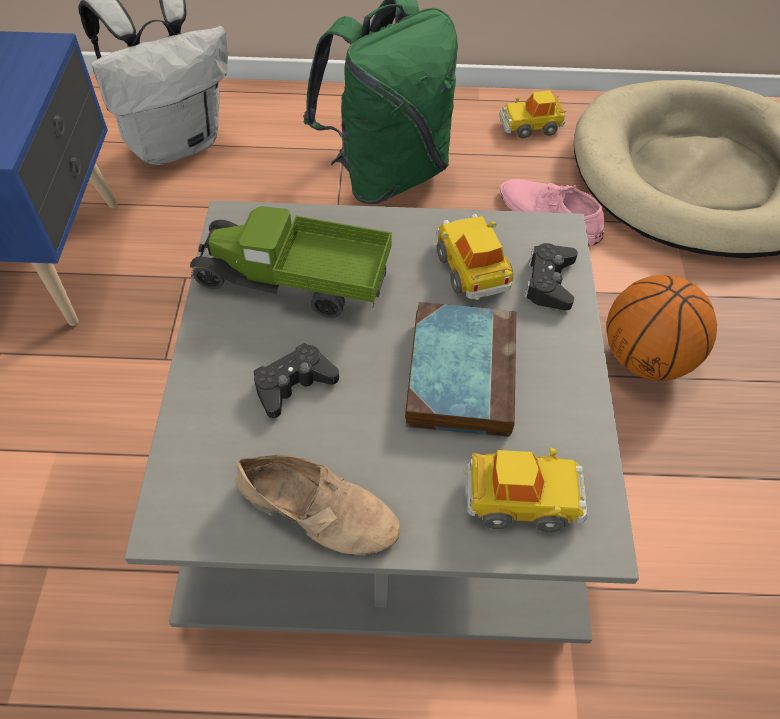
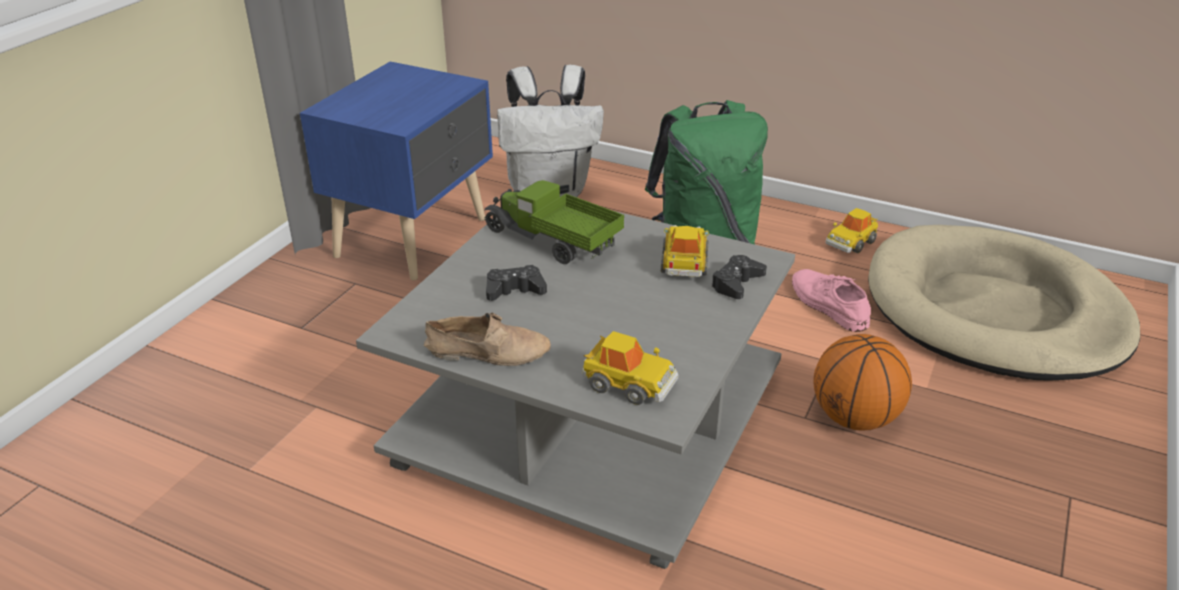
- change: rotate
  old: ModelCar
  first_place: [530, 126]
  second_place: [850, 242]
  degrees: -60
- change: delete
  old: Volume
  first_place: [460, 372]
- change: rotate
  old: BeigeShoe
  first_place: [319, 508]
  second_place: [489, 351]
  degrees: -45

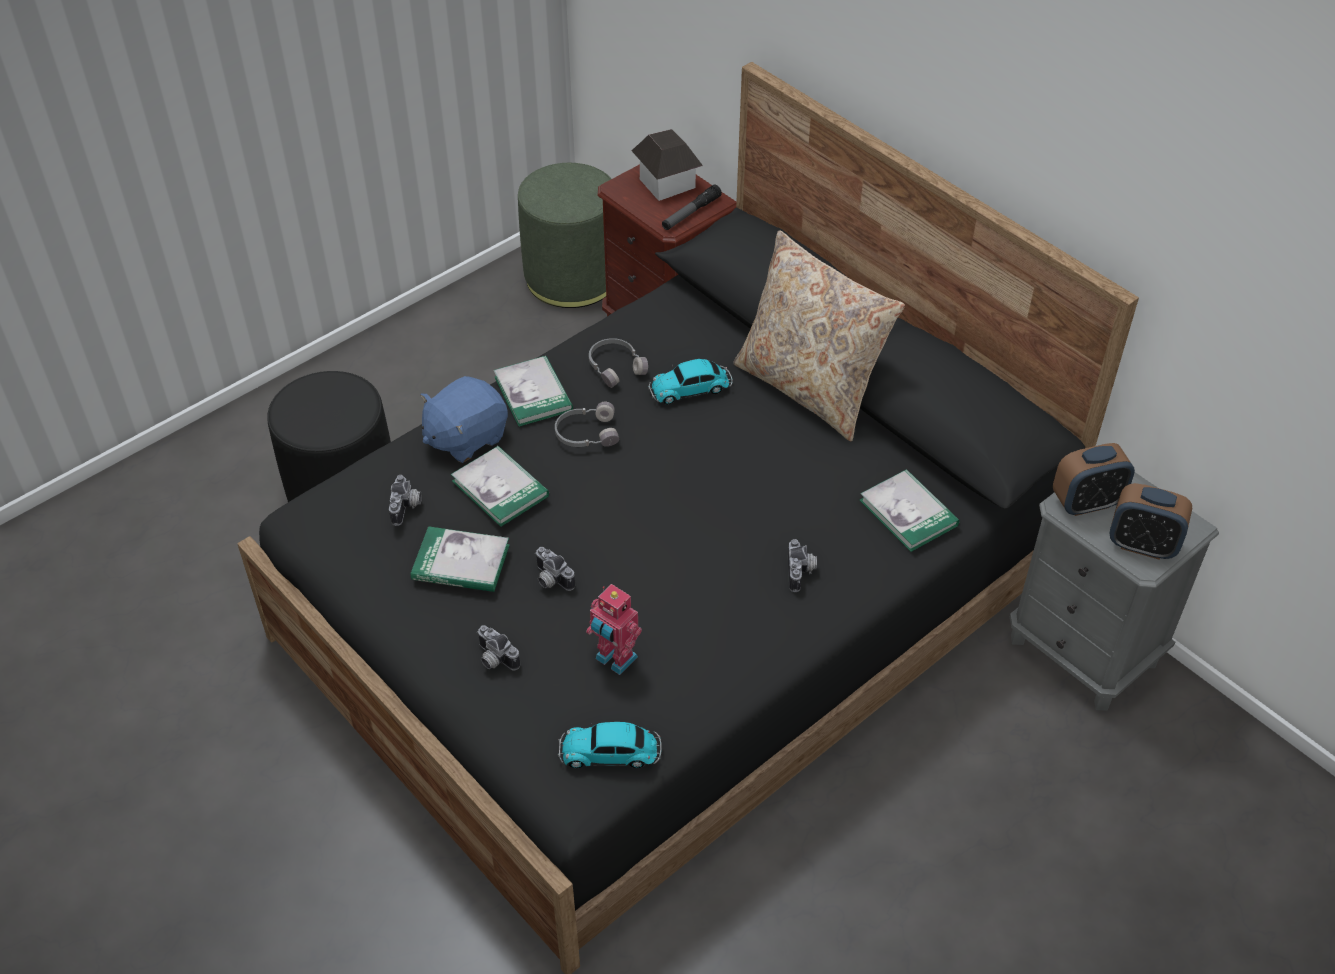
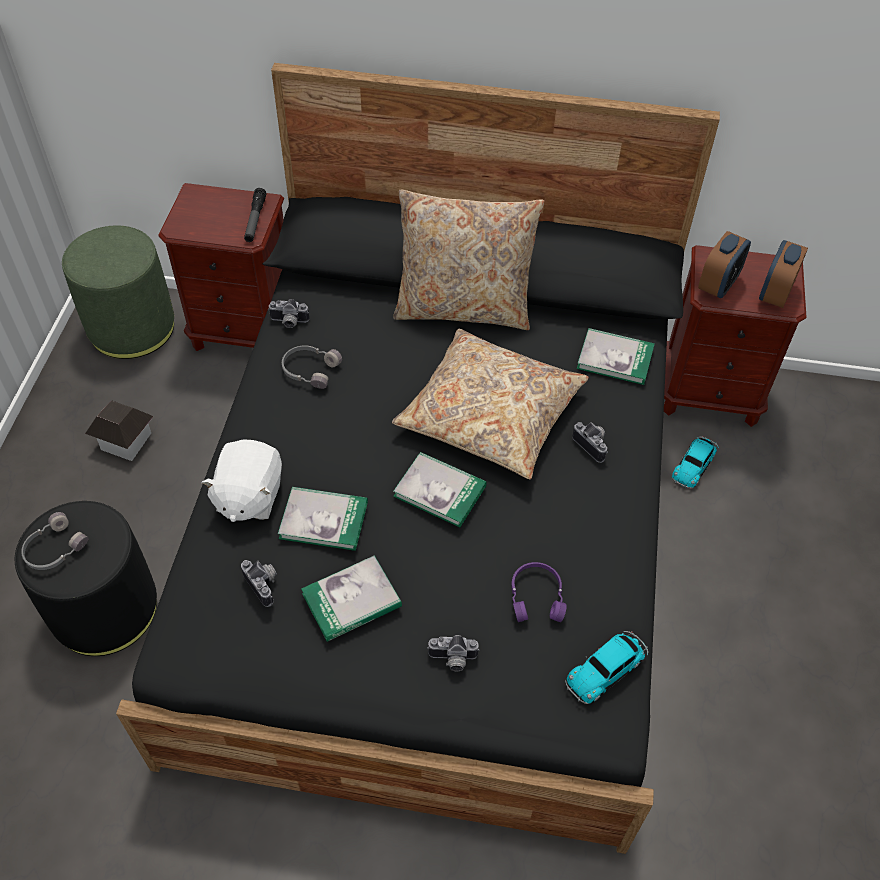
- change: move
  old: MiniatureHouse
  first_place: [667, 183]
  second_place: [126, 441]
- change: move
  old: Volume
  first_place: [533, 393]
  second_place: [440, 491]
- change: move
  old: ModelCar
  first_place: [691, 388]
  second_place: [694, 464]
- change: recolor
  old: BlueSoftToy
  new: WhiteSoftToy
  first_place: [465, 437]
  second_place: [248, 496]
- change: move
  old: GreyishPairOfHeadphones
  first_place: [586, 433]
  second_place: [54, 548]
- change: recolor
  old: GreyishNightTable
  new: BrownColouredNightTable
  first_place: [1083, 651]
  second_place: [710, 393]
- change: rotate
  old: TableClock
  first_place: [1142, 545]
  second_place: [775, 294]
  degrees: 135
- change: move
  old: PhotoCamera
  first_place: [550, 580]
  second_place: [289, 322]
- change: replace
  old: ToyRobot
  new: PurplePairOfHeadphones
  first_place: [614, 659]
  second_place: [537, 596]
- change: insert
  new: BeigeCushion
  second_place: [490, 414]

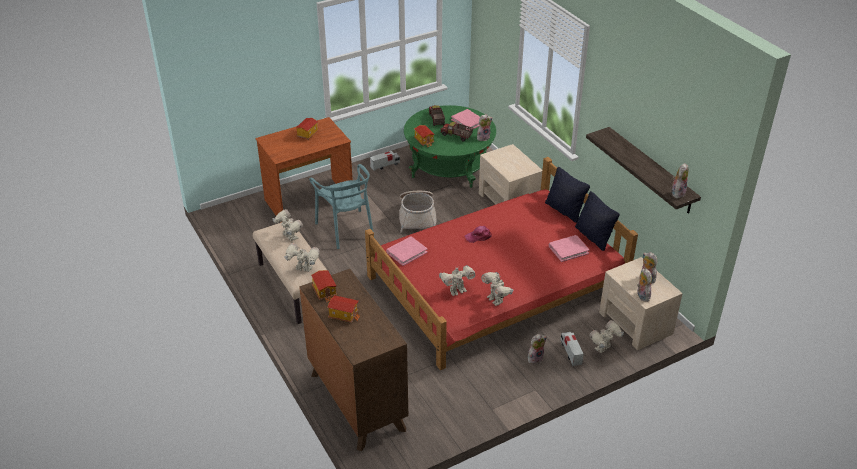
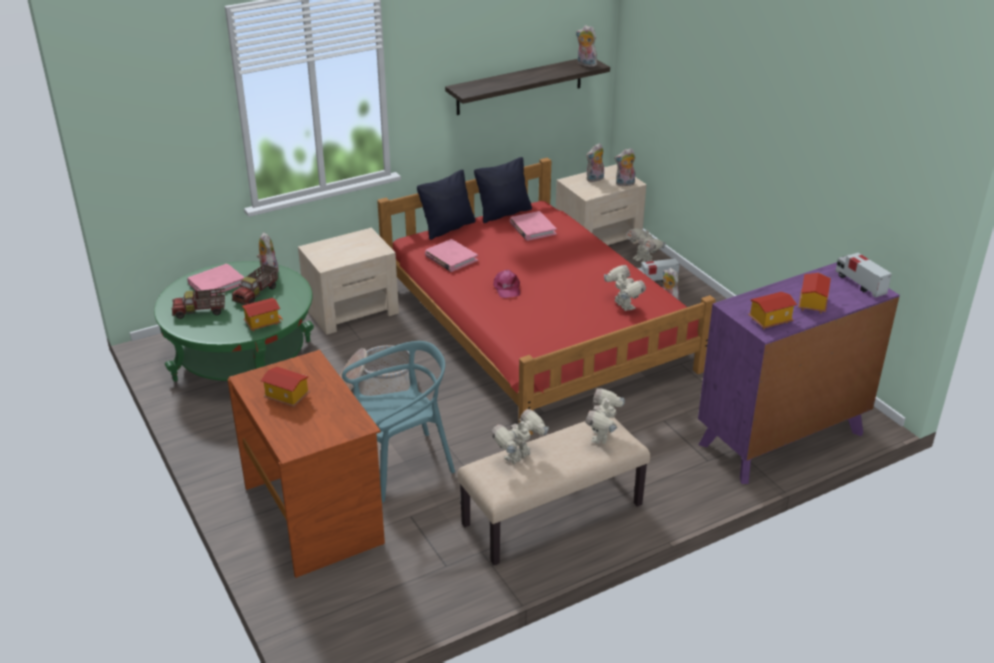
- change: move
  old: ModelTruck
  first_place: [385, 165]
  second_place: [860, 284]
- change: move
  old: PinkishVolume
  first_place: [406, 252]
  second_place: [451, 258]
- change: recolor
  old: BrownColouredDresser
  new: PurpleDresser
  first_place: [357, 401]
  second_place: [781, 439]
- change: delete
  old: ToyRobot
  first_place: [496, 300]

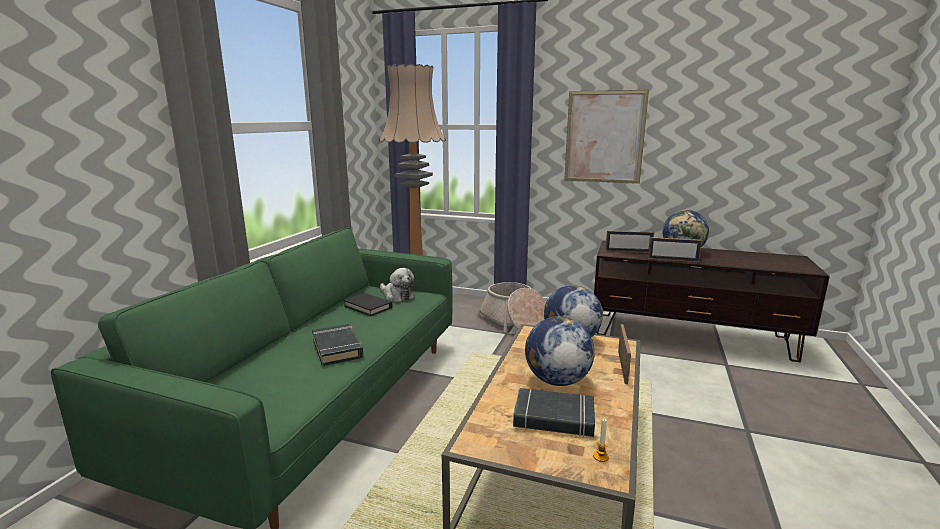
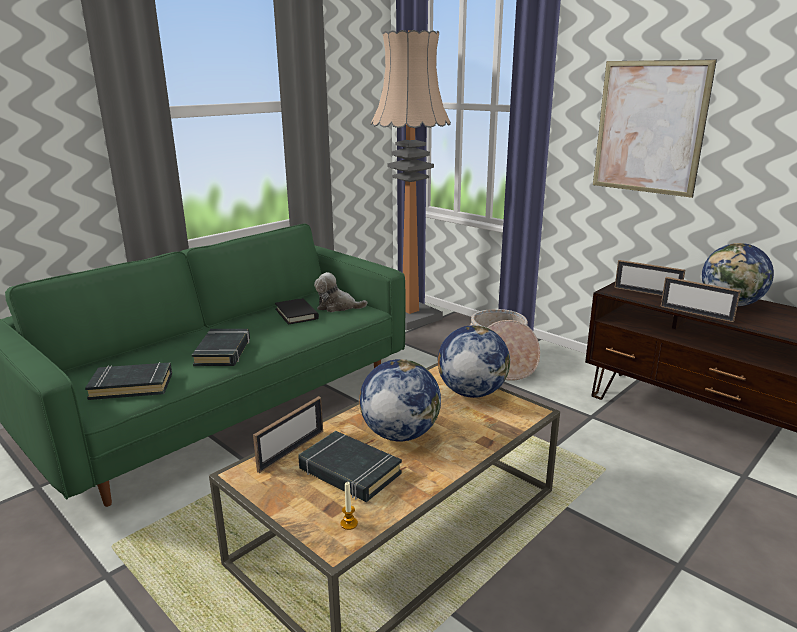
- change: rotate
  old: SoftToy
  first_place: [397, 296]
  second_place: [337, 307]
  degrees: 120
- change: move
  old: StandingFrame
  first_place: [622, 366]
  second_place: [291, 450]
- change: insert
  new: BlackColouredVolume
  second_place: [132, 386]

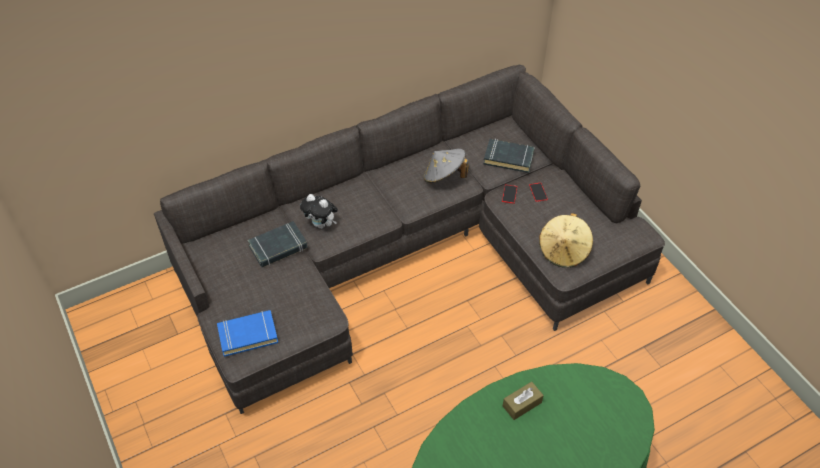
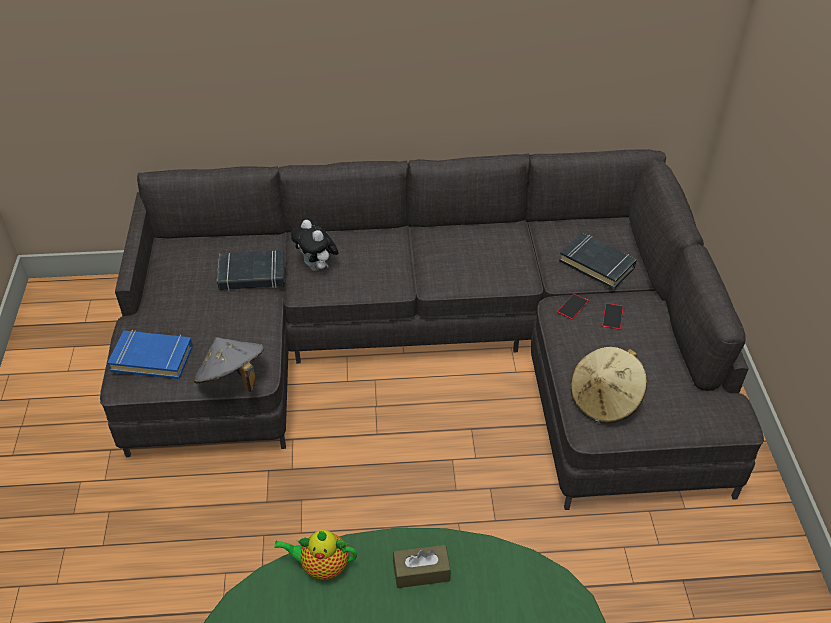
- change: move
  old: GreyishHat
  first_place: [444, 176]
  second_place: [232, 379]
- change: insert
  new: PotForTea
  second_place: [322, 566]

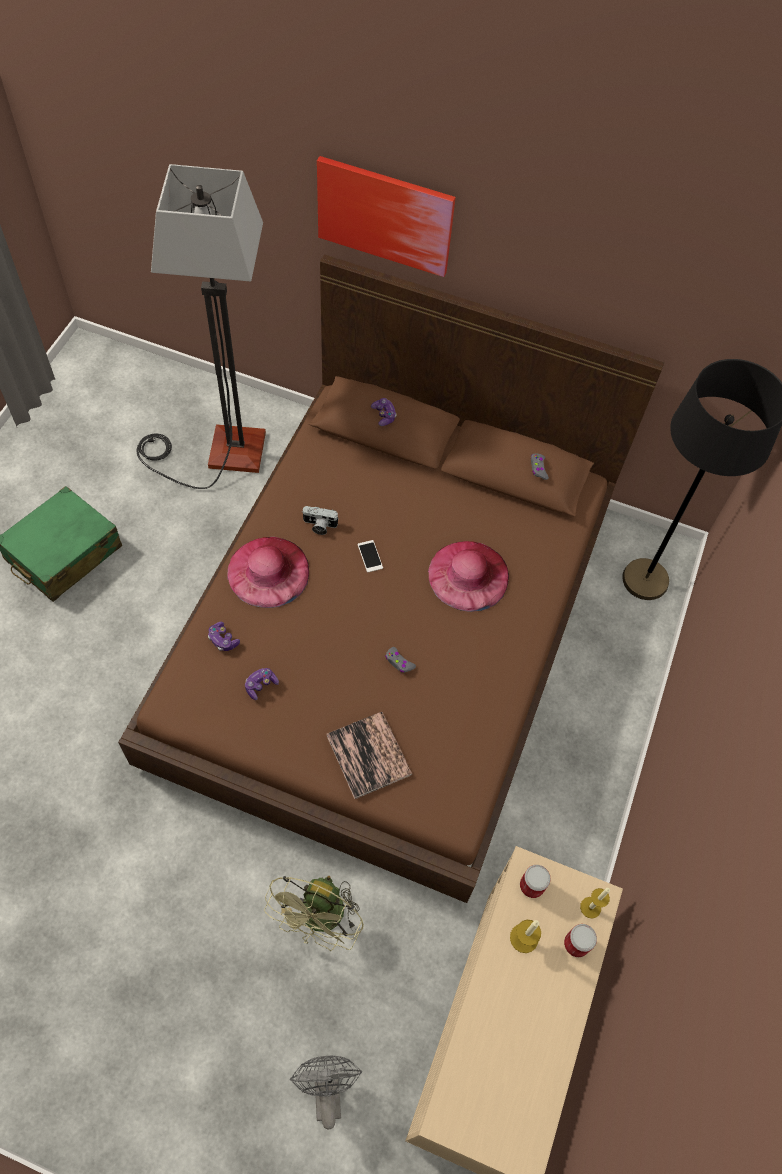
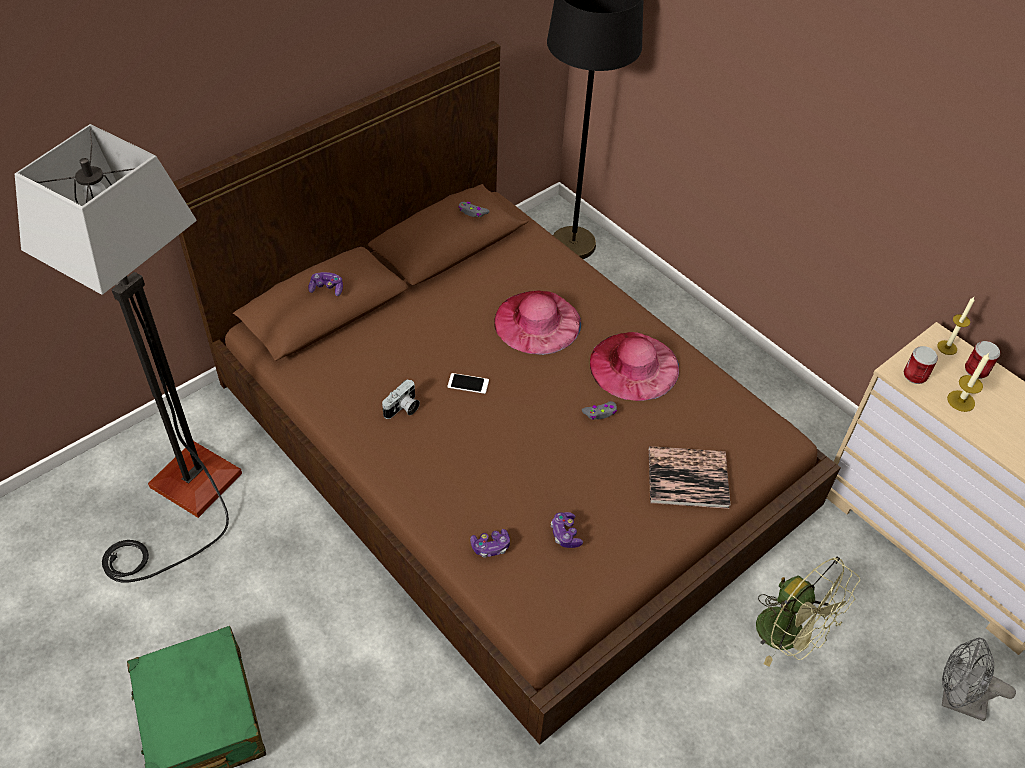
- change: delete
  old: WallPicture
  first_place: [385, 215]
- change: move
  old: PinkishHat
  first_place: [268, 571]
  second_place: [634, 366]

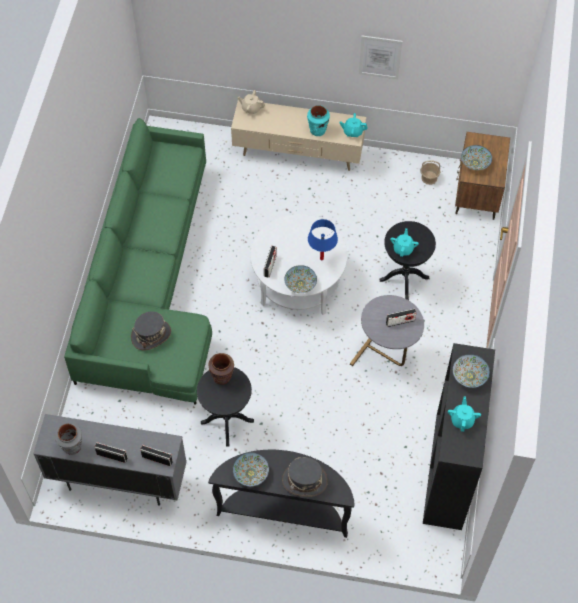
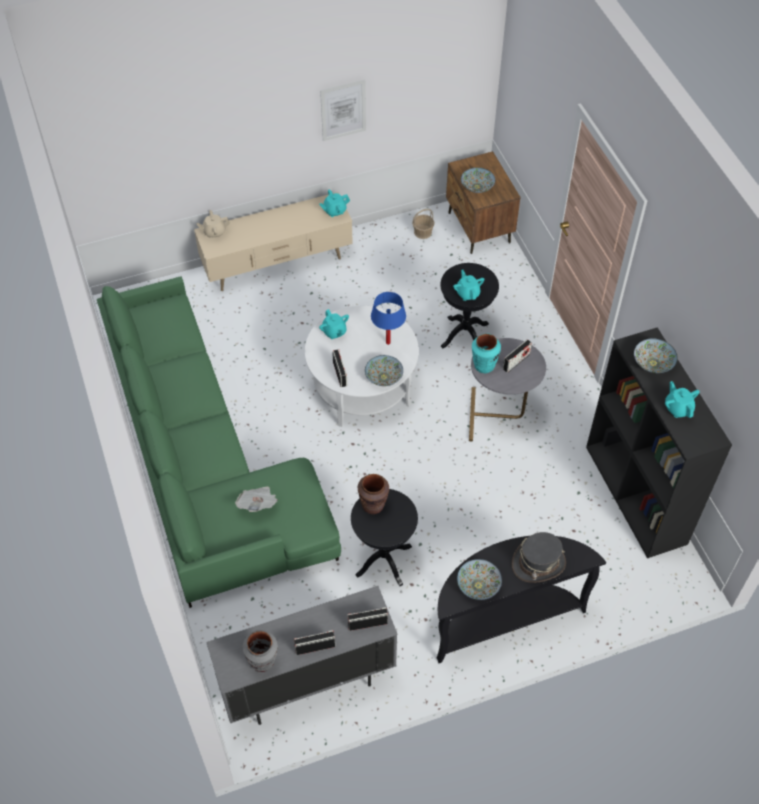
- change: move
  old: TurquoiseFlowerVase
  first_place: [318, 130]
  second_place: [484, 365]
- change: replace
  old: GreyishHat
  new: PrintedPaper
  first_place: [151, 335]
  second_place: [258, 504]
- change: insert
  new: TurquoisePotForTea
  second_place: [334, 332]

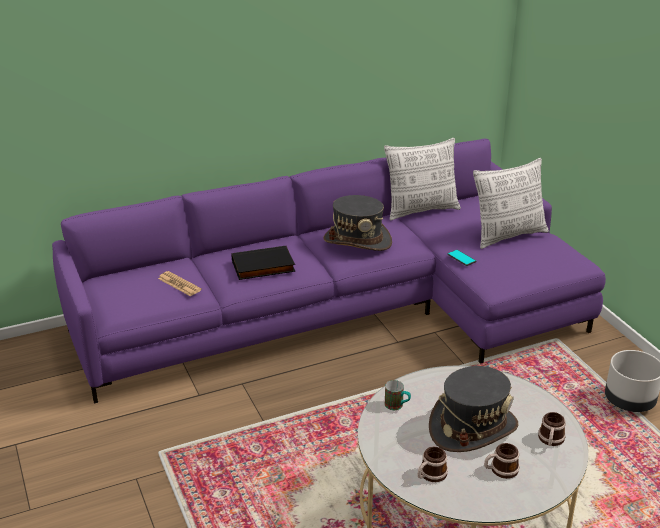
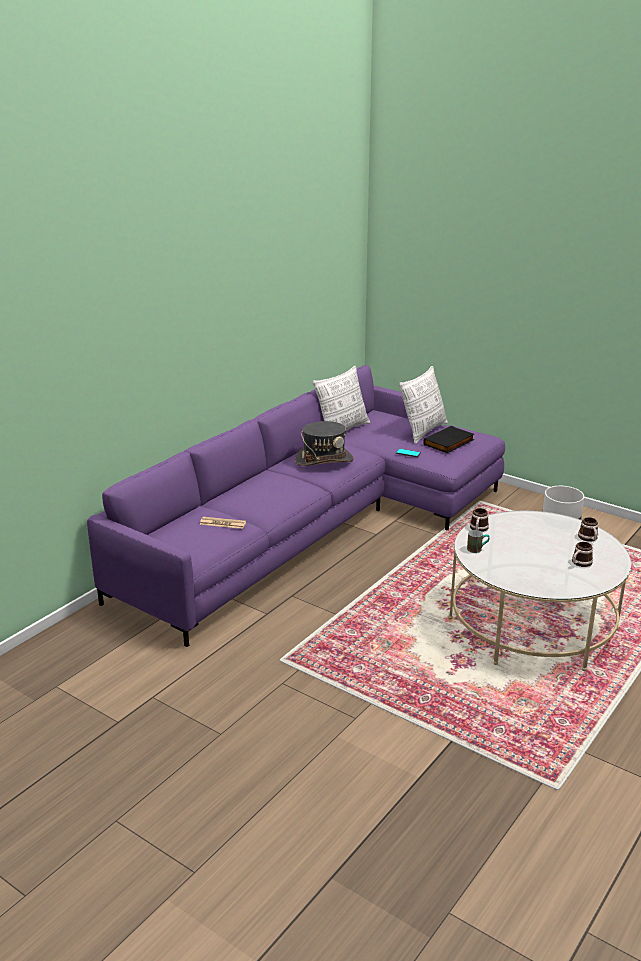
- change: move
  old: BlackColouredVolume
  first_place: [263, 267]
  second_place: [449, 443]
- change: delete
  old: GreyishHat
  first_place: [472, 427]
- change: move
  old: CoffeeMug
  first_place: [430, 475]
  second_place: [478, 529]

